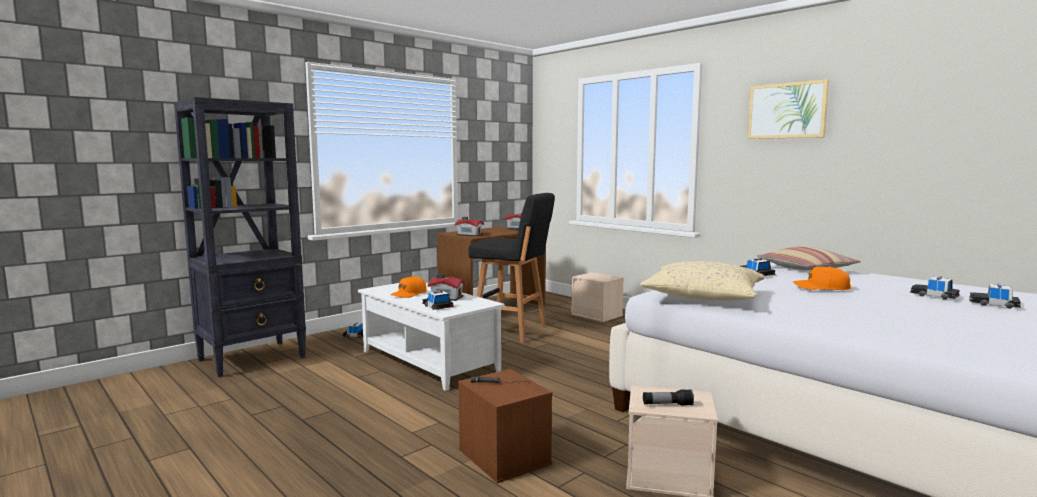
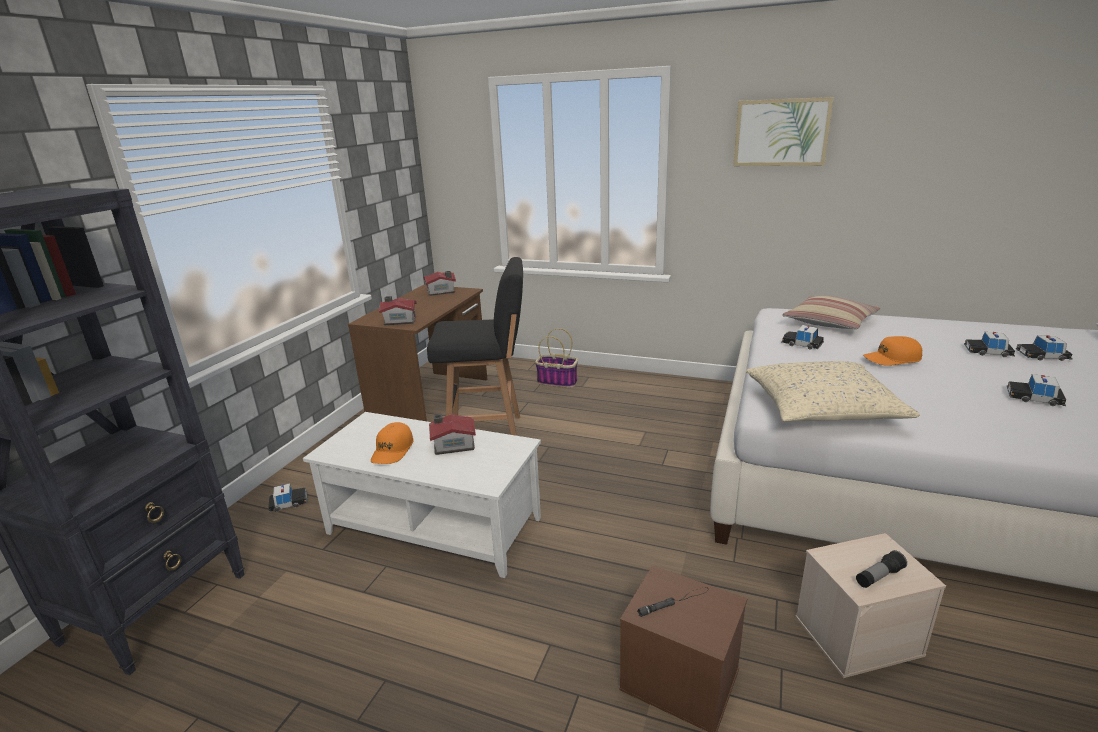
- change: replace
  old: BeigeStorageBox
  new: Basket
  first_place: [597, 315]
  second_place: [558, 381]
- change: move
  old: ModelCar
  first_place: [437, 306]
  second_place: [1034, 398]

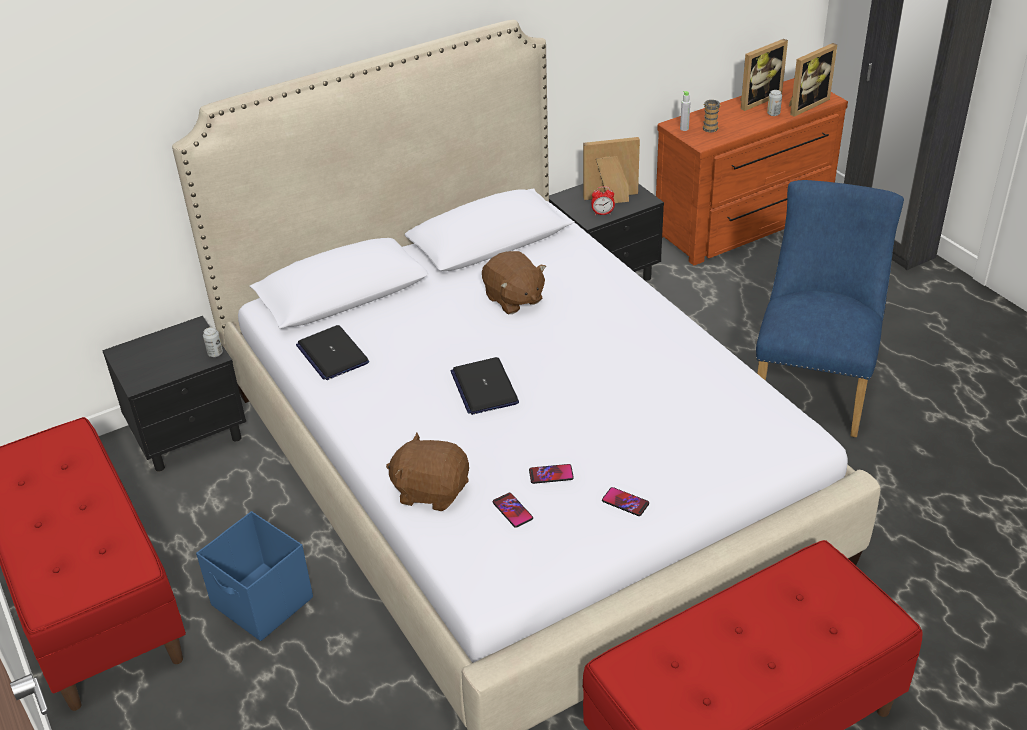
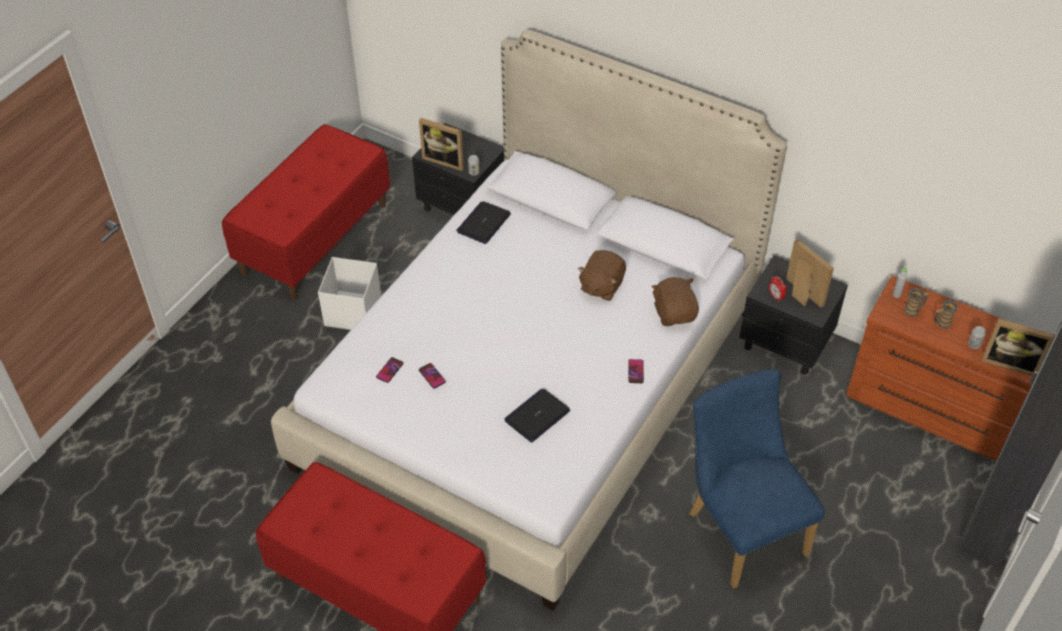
- change: move
  old: StandingFrame
  first_place: [756, 99]
  second_place: [445, 160]
- change: rotate
  old: BluePlainChair
  first_place: [813, 387]
  second_place: [741, 527]
  degrees: -105
- change: move
  old: PortableComputer
  first_place: [484, 387]
  second_place: [537, 416]
- change: move
  old: BrownColouredSoftToy
  first_place: [431, 491]
  second_place: [674, 313]
- change: move
  old: Phone
  first_place: [625, 502]
  second_place: [635, 371]
- change: recolor
  old: BlueStorageBox
  new: WhiteStorageBox
  first_place: [263, 603]
  second_place: [352, 312]
- change: insert
  new: CoffeeMug
  second_place: [941, 323]

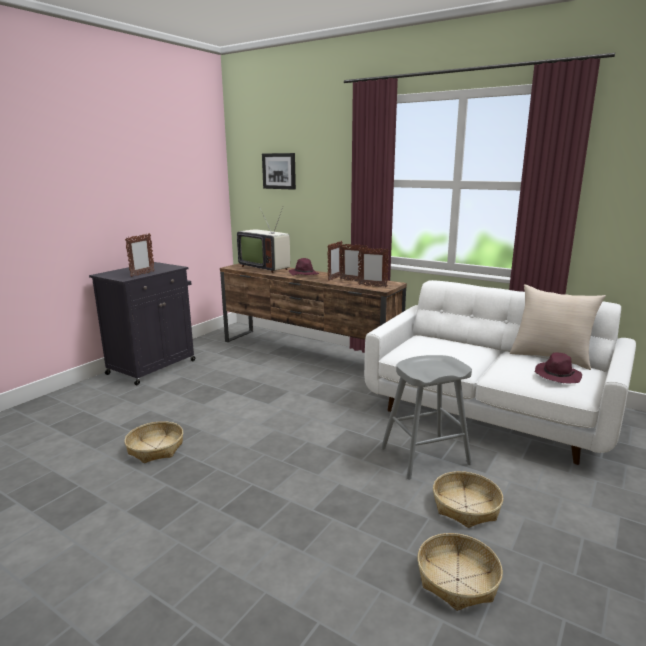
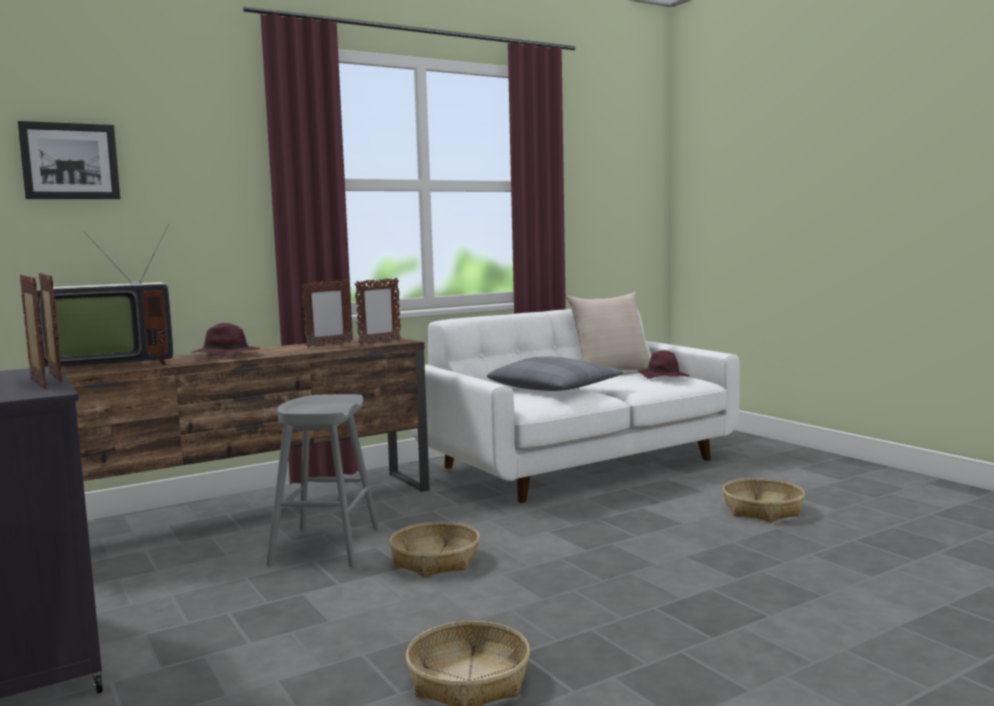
- change: move
  old: StandingFrame
  first_place: [334, 278]
  second_place: [54, 377]
- change: move
  old: GreyishStoolSeat
  first_place: [424, 456]
  second_place: [325, 547]
- change: move
  old: Basket
  first_place: [457, 580]
  second_place: [435, 561]
- change: insert
  new: GreyishCushion
  second_place: [555, 389]

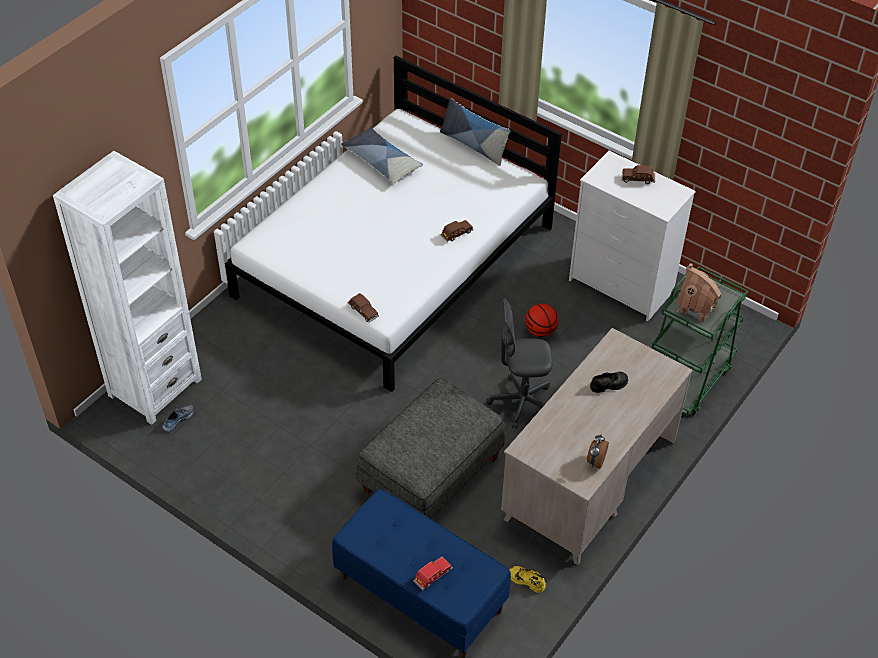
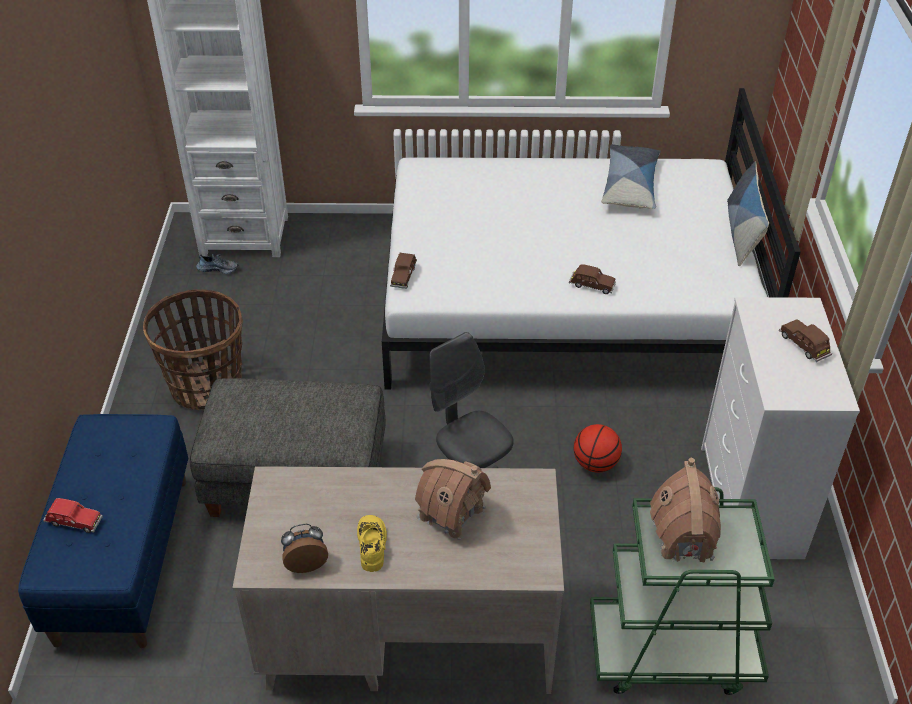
- change: replace
  old: BlackColouredShoe
  new: MiniatureHouse
  first_place: [609, 384]
  second_place: [451, 513]
- change: move
  old: YellowColouredShoe
  first_place: [527, 580]
  second_place: [372, 545]
- change: insert
  new: Basket
  second_place: [207, 387]

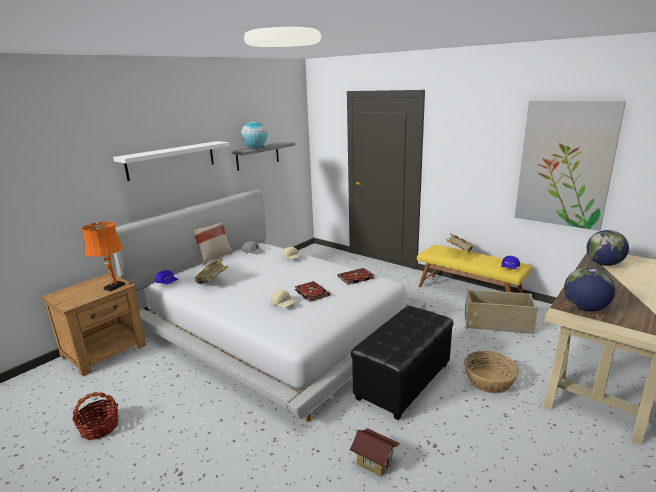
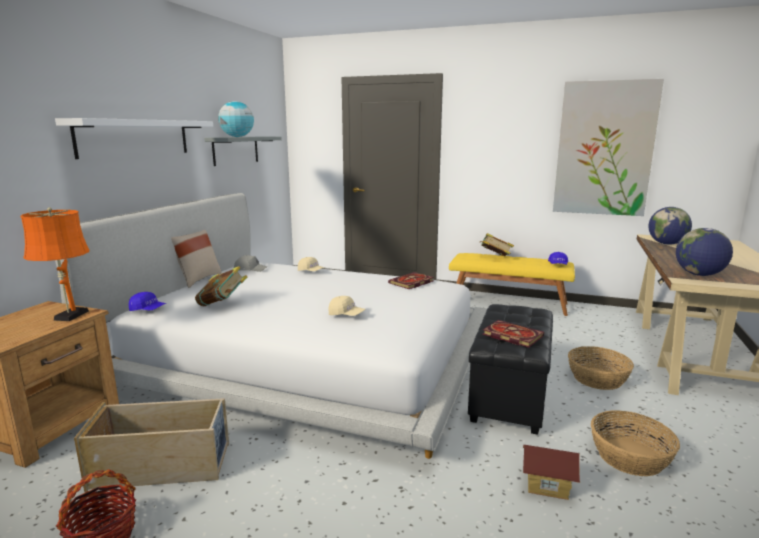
- change: move
  old: Volume
  first_place: [310, 292]
  second_place: [510, 335]
- change: move
  old: BeigeStorageBox
  first_place: [498, 323]
  second_place: [163, 465]
- change: insert
  new: Basket
  second_place: [629, 457]

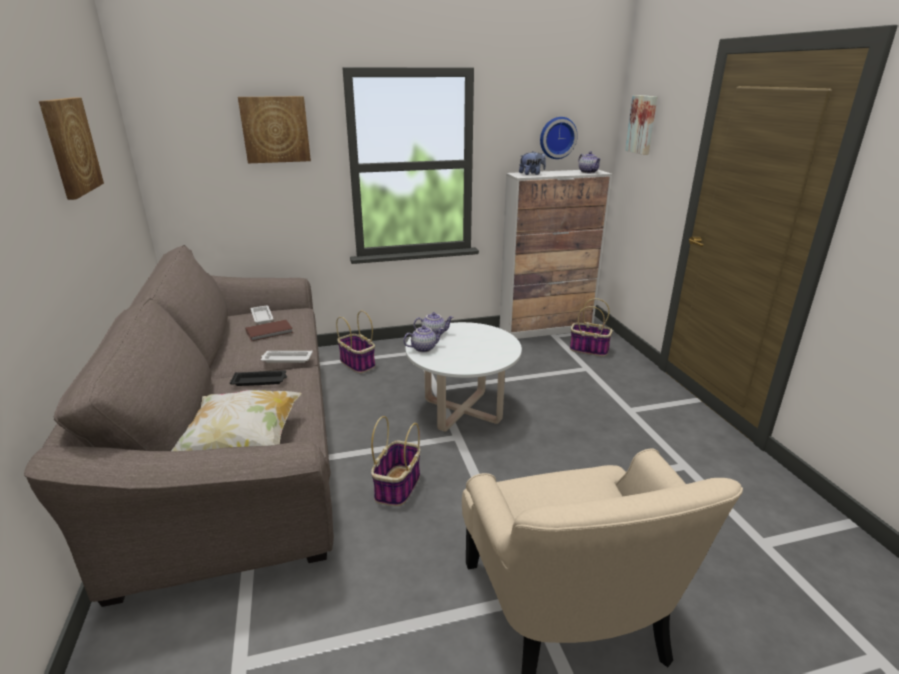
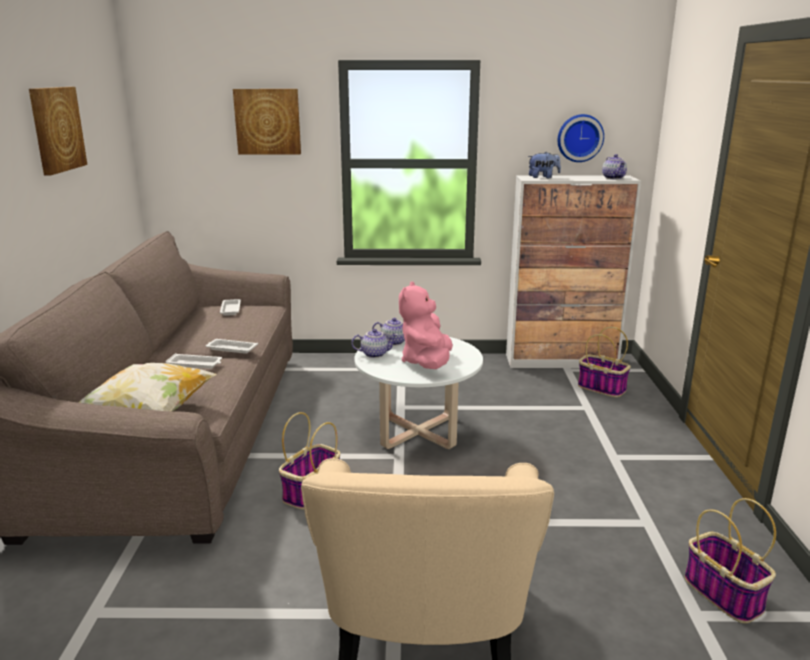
- change: delete
  old: WallPicture
  first_place: [642, 124]
- change: move
  old: Basket
  first_place: [358, 363]
  second_place: [725, 595]
- change: delete
  old: BrownColouredVolume
  first_place: [270, 332]
- change: recolor
  old: BlackColouredTray
  new: WhiteTray
  first_place: [260, 381]
  second_place: [195, 364]
- change: insert
  new: PinkishSoftToy
  second_place: [427, 362]

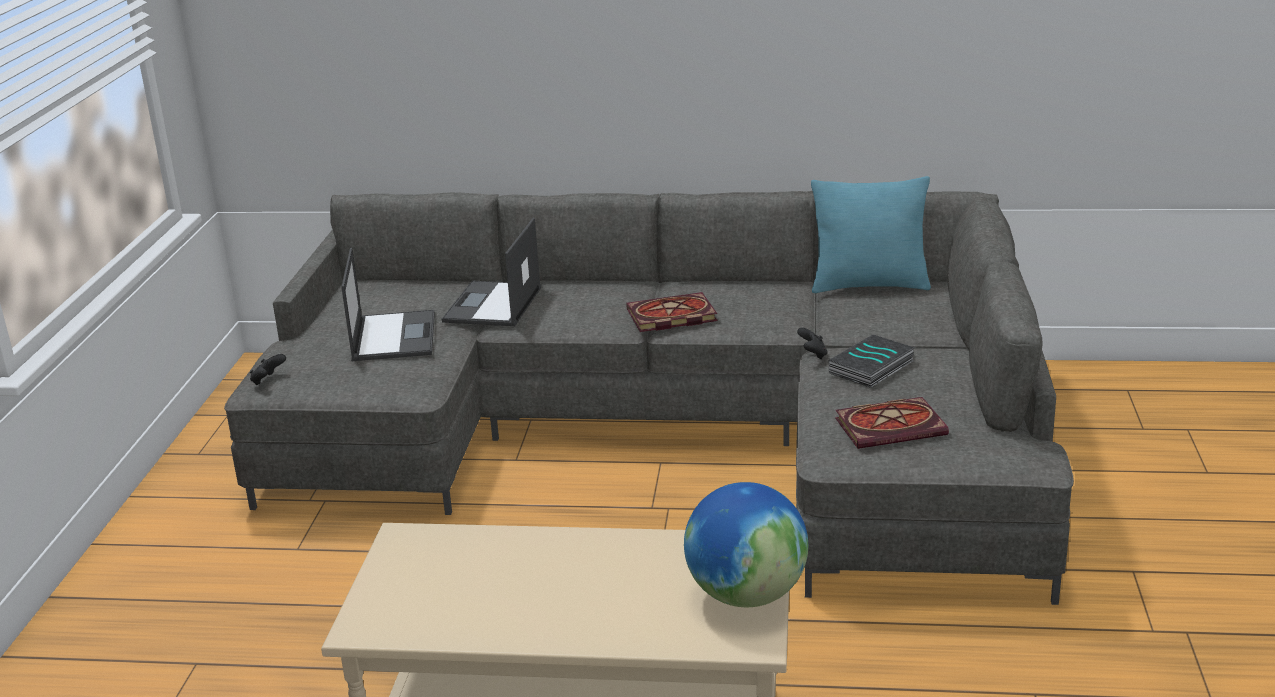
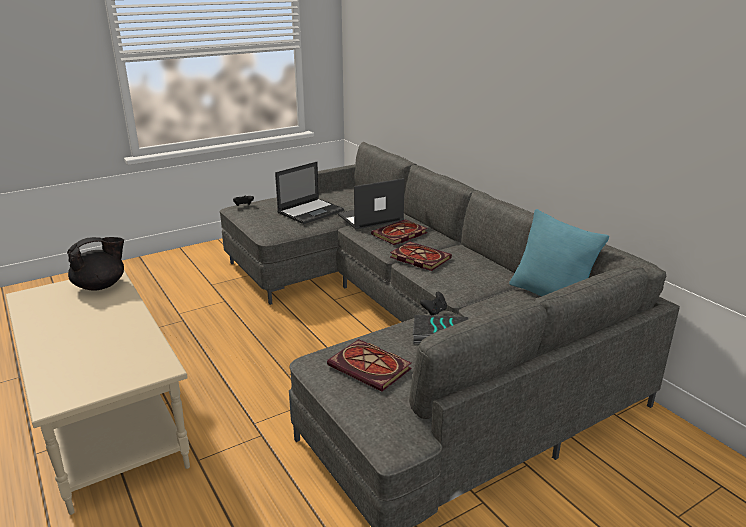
- change: delete
  old: DeskGlobe
  first_place: [746, 595]
- change: insert
  new: Volume
  second_place: [399, 235]
- change: insert
  new: BlackColouredPotForTea
  second_place: [101, 285]

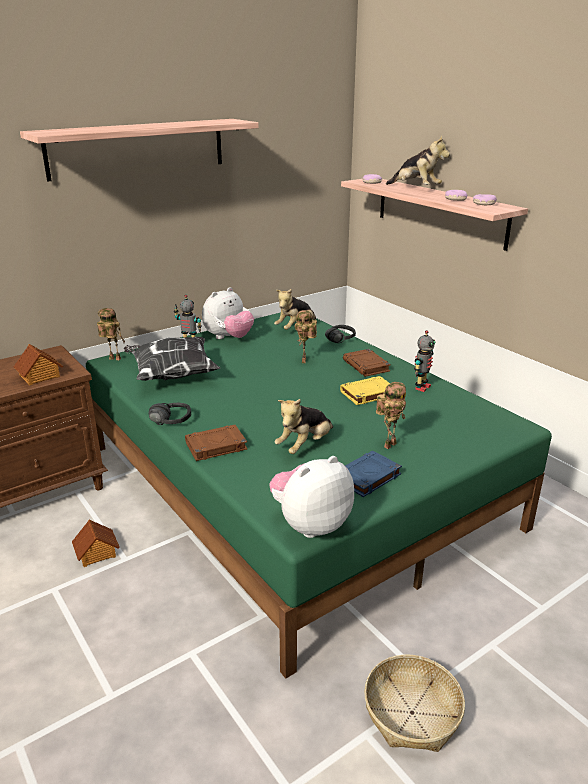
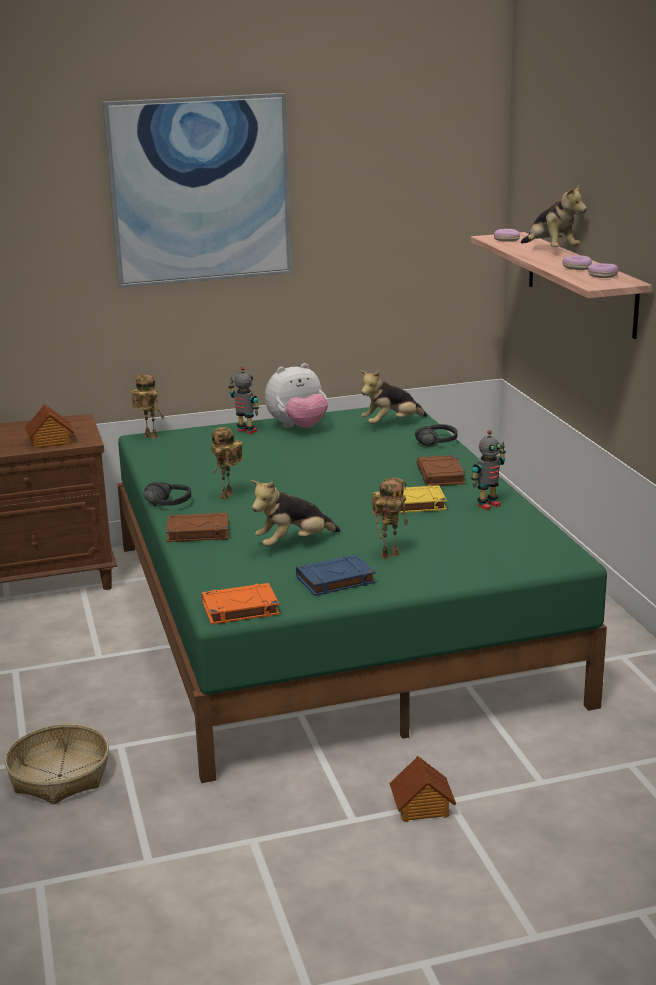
- change: replace
  old: WallShelf
  new: WallPicture
  first_place: [138, 148]
  second_place: [200, 190]
- change: move
  old: ToyRobot
  first_place: [305, 361]
  second_place: [228, 497]
- change: delete
  old: Cushion
  first_place: [172, 375]
- change: replace
  old: SoftToy
  new: OrangeyVolume
  first_place: [310, 524]
  second_place: [239, 609]
- change: move
  old: MiniatureHouse
  first_place: [96, 553]
  second_place: [421, 807]
- change: move
  old: Basket
  first_place: [412, 713]
  second_place: [60, 776]

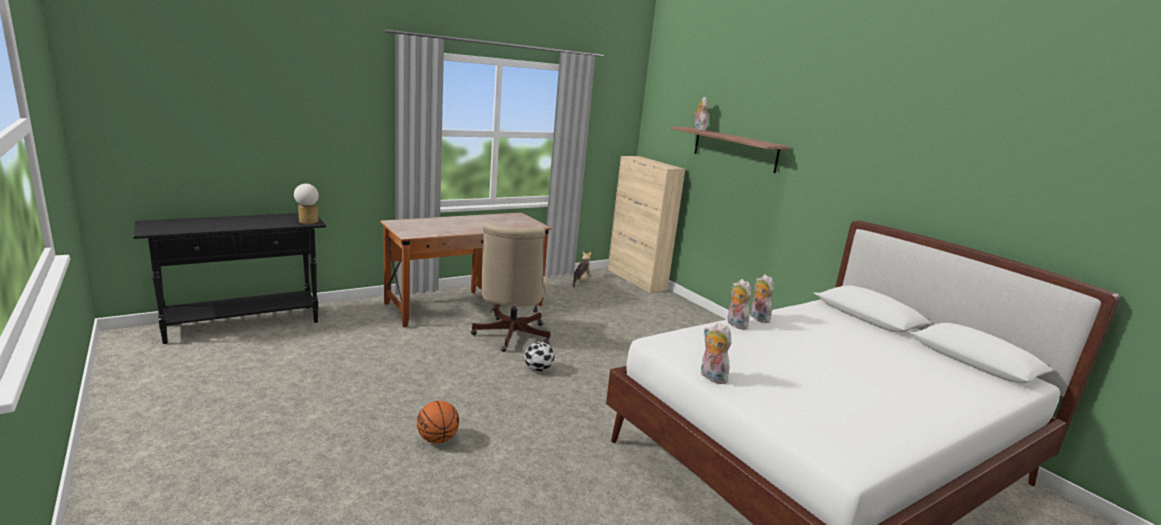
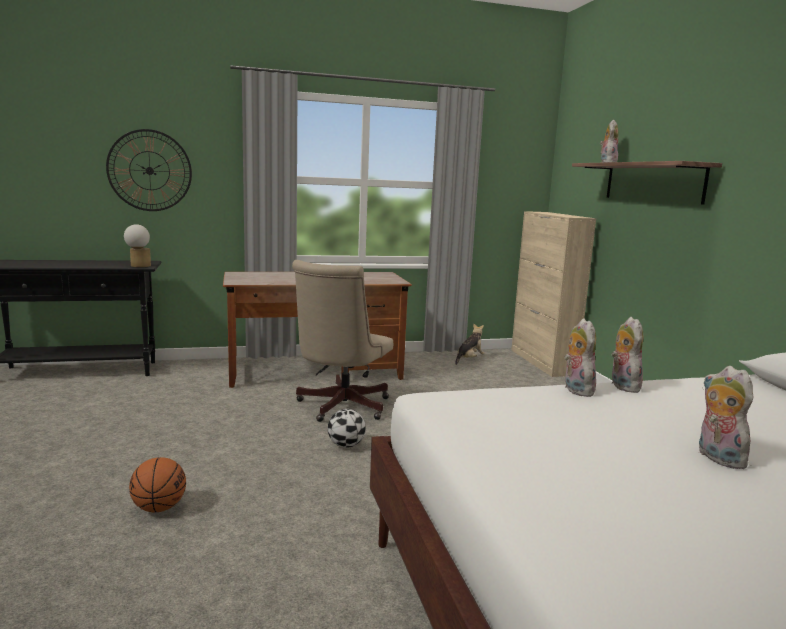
- change: move
  old: SoftToy
  first_place: [711, 377]
  second_place: [717, 458]
- change: insert
  new: HangingClock
  second_place: [149, 170]

